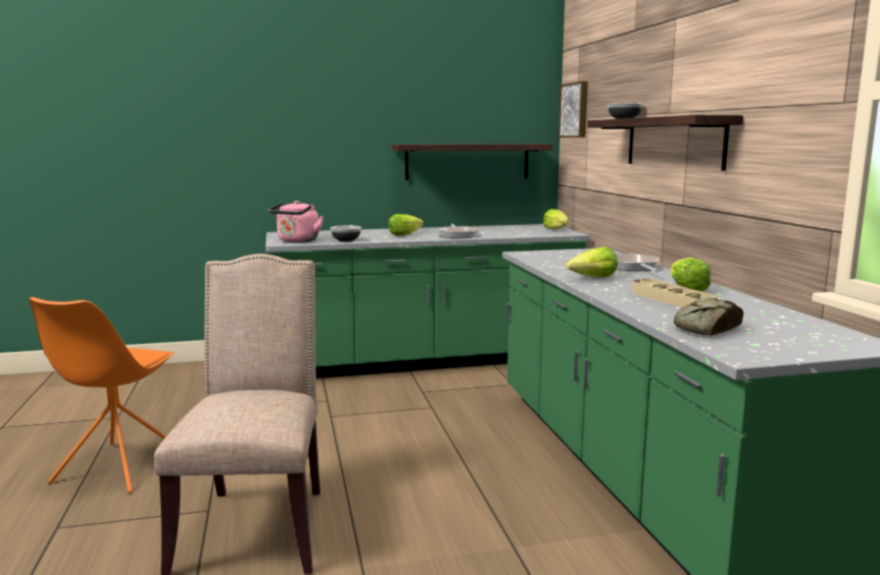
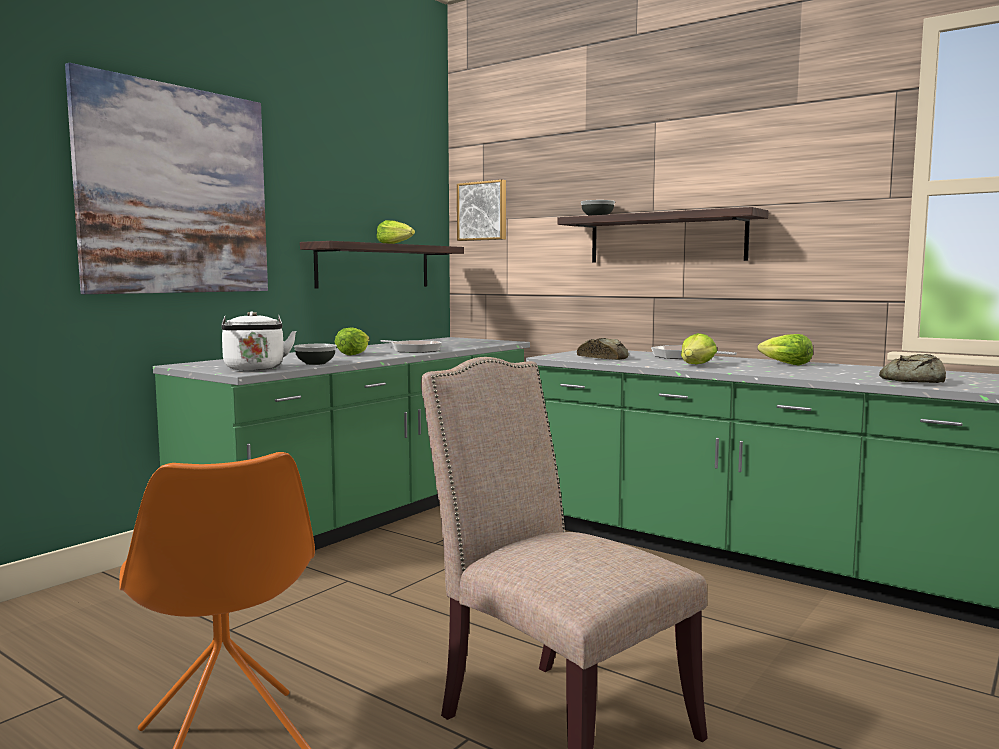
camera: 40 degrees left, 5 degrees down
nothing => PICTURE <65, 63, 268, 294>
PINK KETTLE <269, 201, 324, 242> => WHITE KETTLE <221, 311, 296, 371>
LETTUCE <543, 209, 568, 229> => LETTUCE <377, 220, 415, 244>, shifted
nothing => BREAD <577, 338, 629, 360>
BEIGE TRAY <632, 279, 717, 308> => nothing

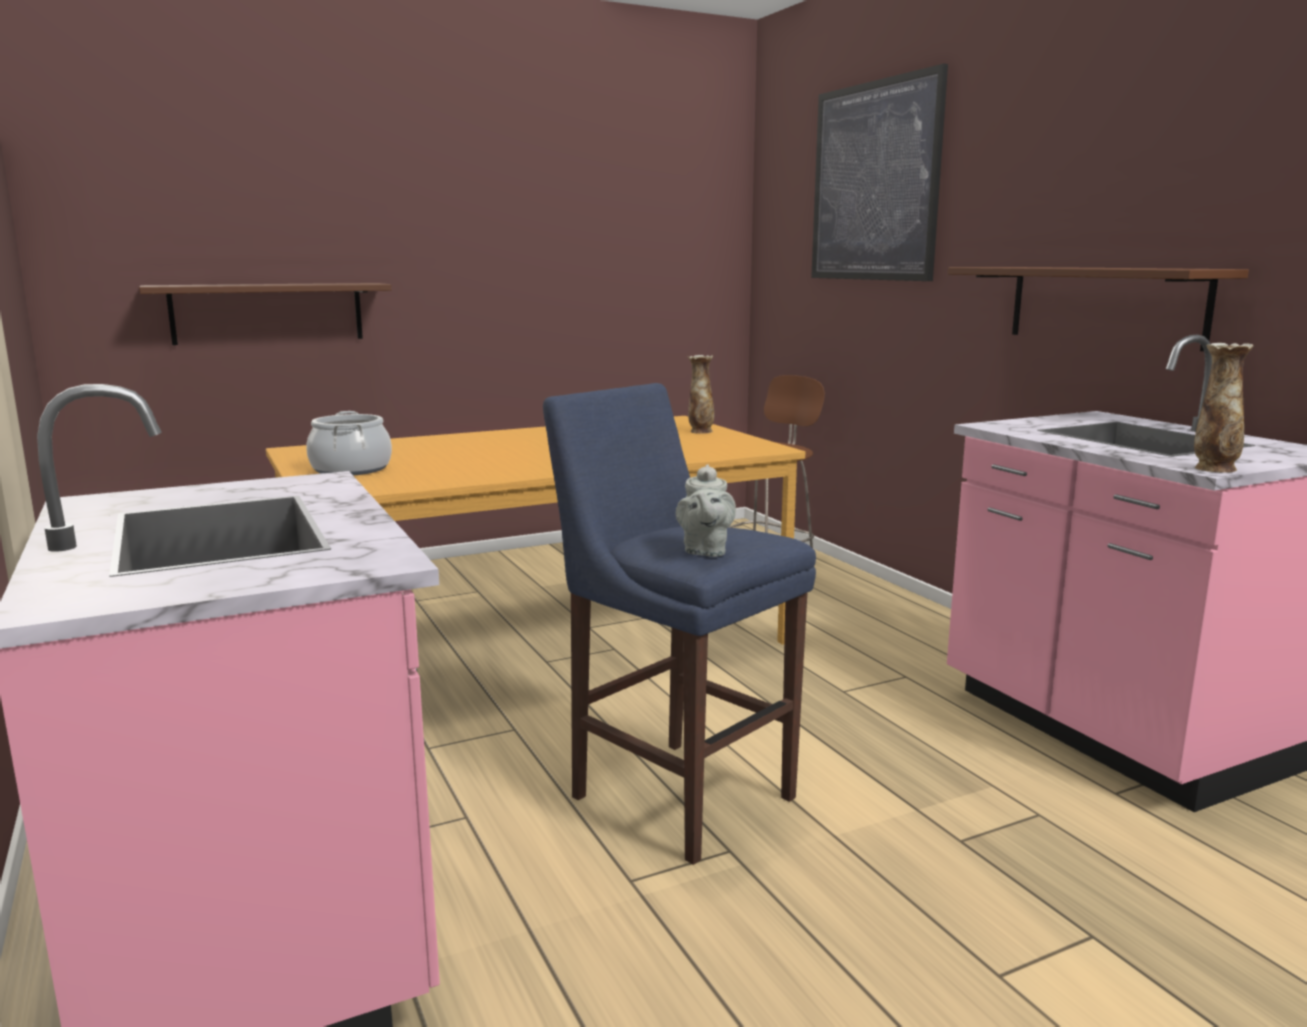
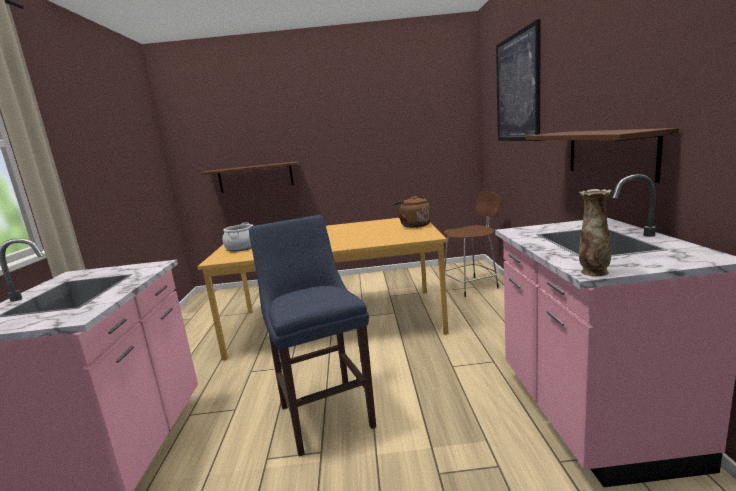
camera: 25 degrees right, 0 degrees up
VASE <688, 355, 714, 434> => BROWN KETTLE <393, 196, 431, 228>
GREY TEAPOT <676, 465, 736, 557> => nothing

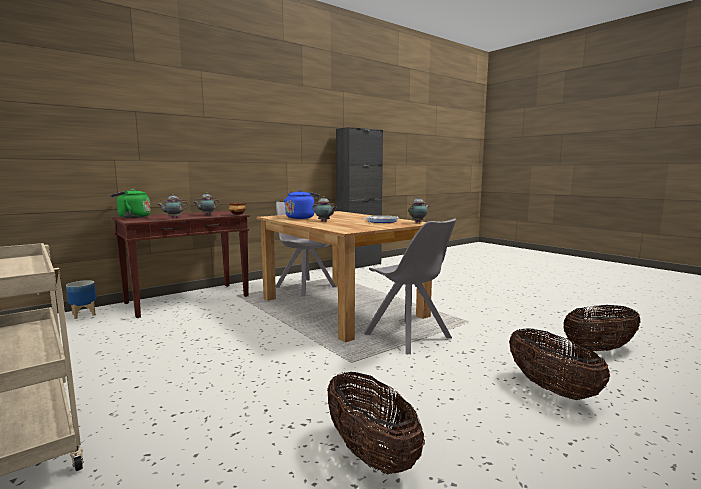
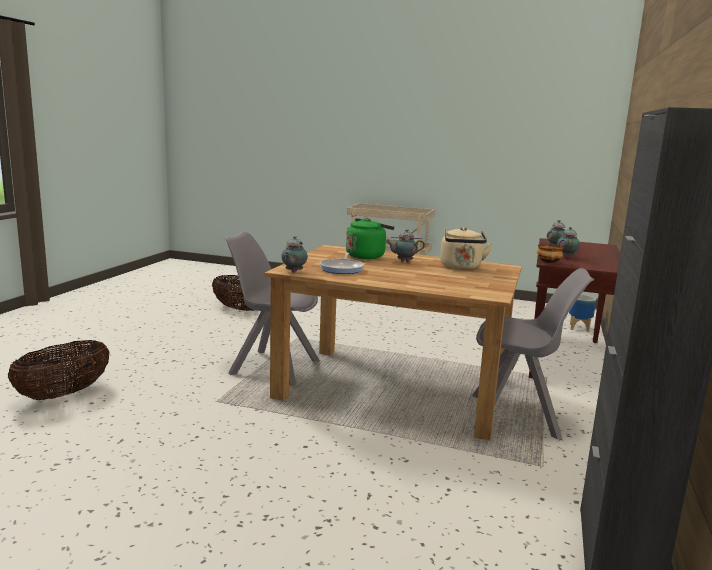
camera: 145 degrees right, 5 degrees up
GREEN KETTLE <110, 188, 151, 218> => GREEN KETTLE <346, 218, 394, 259>, shifted
BLUE KETTLE <284, 190, 320, 219> => BEIGE KETTLE <440, 227, 493, 270>
BASKET <509, 328, 610, 400> => nothing

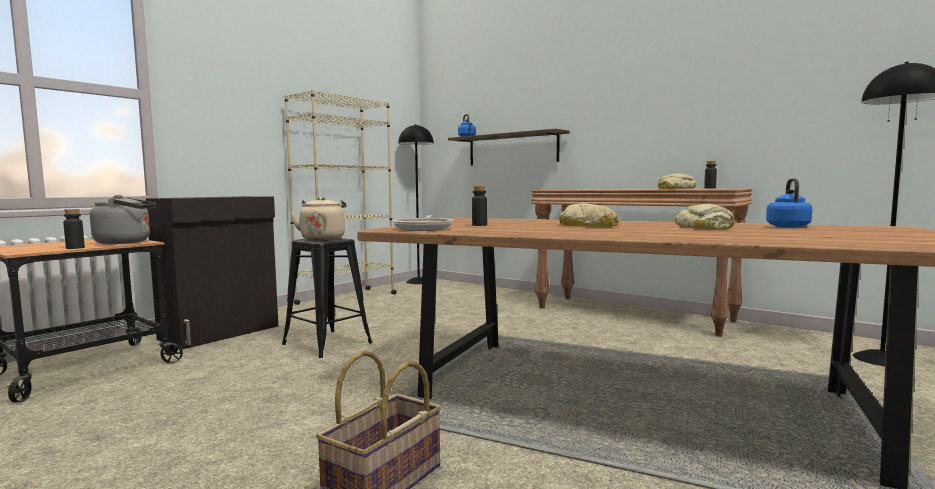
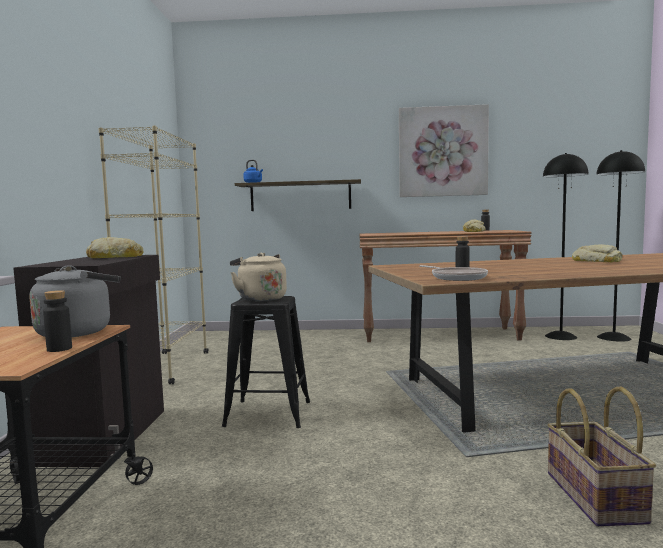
camera: 35 degrees left, 0 degrees up
BREAD <559, 203, 619, 227> => BREAD <86, 237, 143, 258>, shifted
nothing => PICTURE <399, 104, 489, 197>
BLACK FLOOR LAMP <398, 124, 434, 284> => BLACK FLOOR LAMP <543, 153, 588, 340>, shifted
BLUE KETTLE <766, 178, 812, 228> => nothing

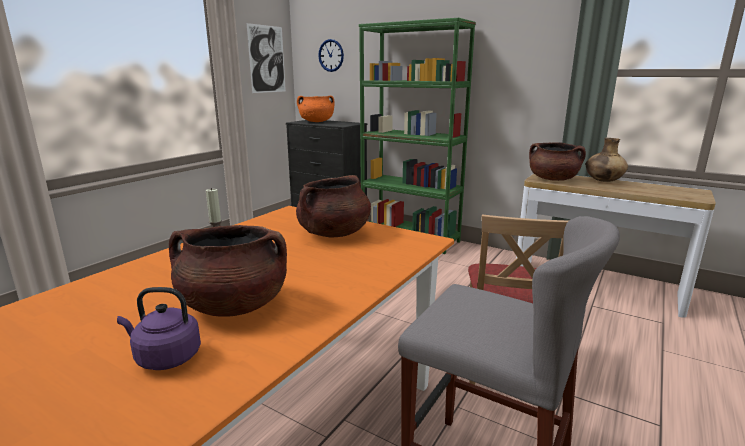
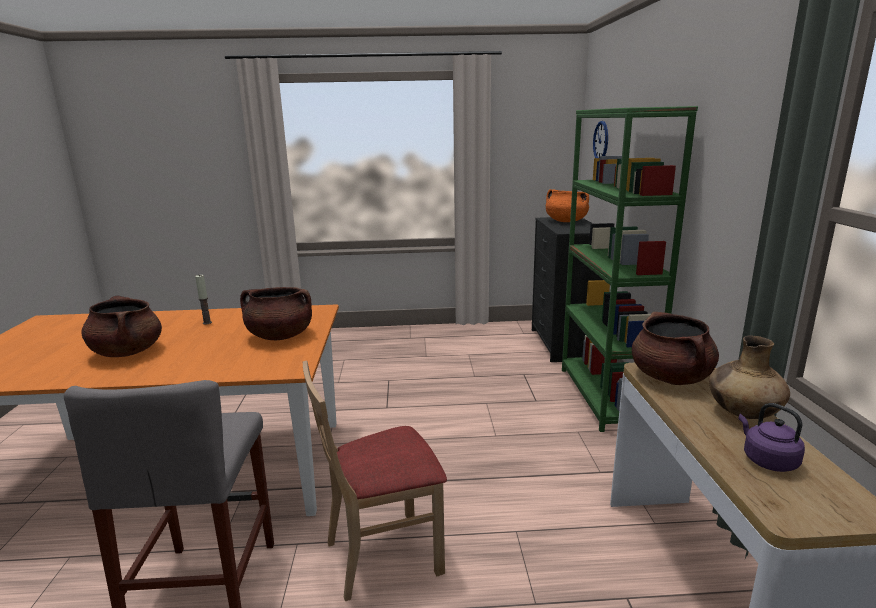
camera: 55 degrees right, 0 degrees up
PURPLE KETTLE <117, 287, 201, 370> => PURPLE KETTLE <739, 403, 805, 472>, shifted
PICTURE <247, 23, 286, 93> => nothing

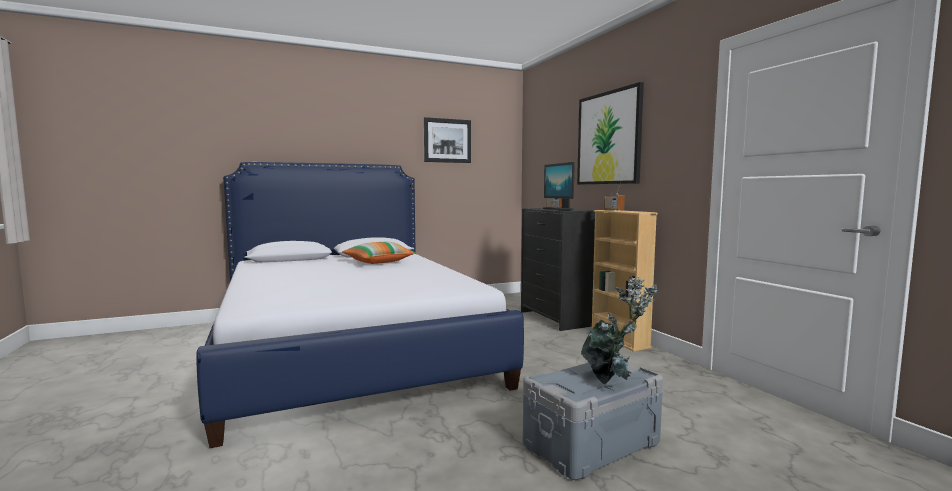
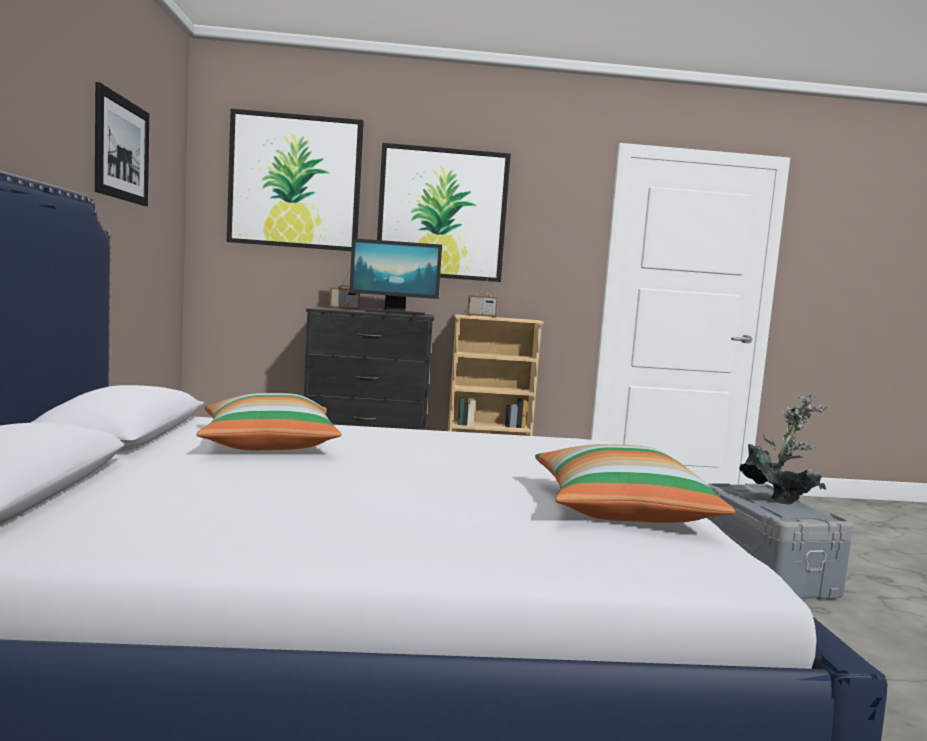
camera: 70 degrees left, 0 degrees up
nothing => PICTURE <227, 109, 364, 251>
nothing => PILLOW <535, 444, 735, 523>

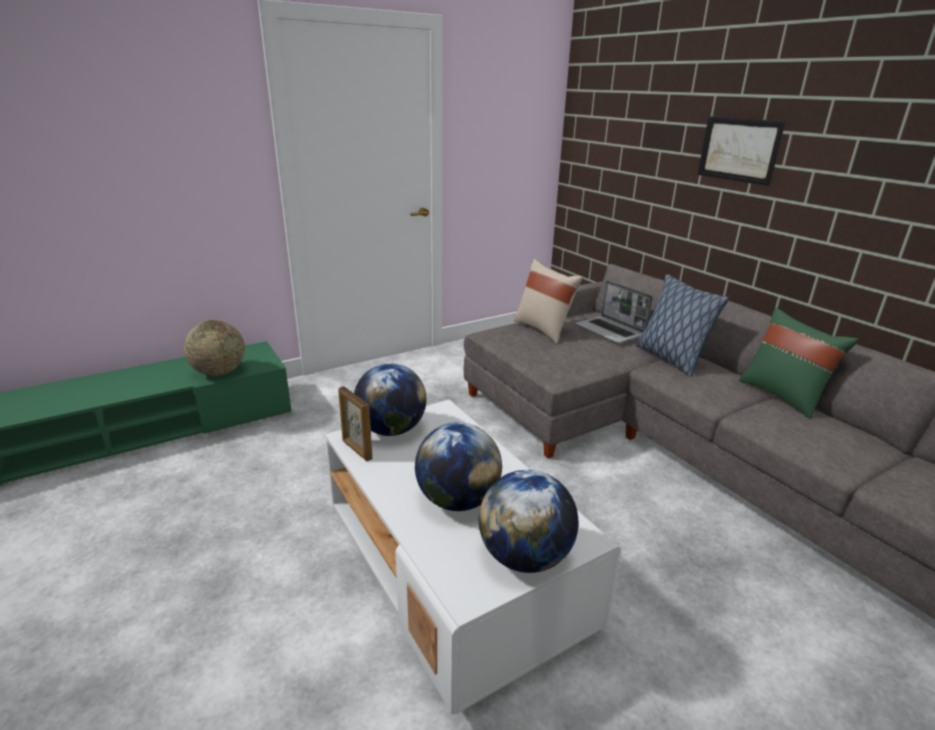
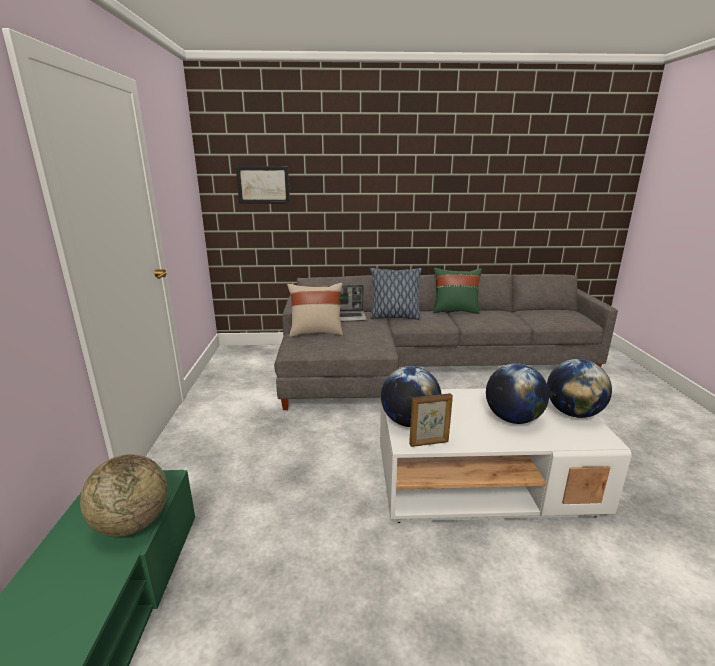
camera: 60 degrees left, 5 degrees down
PICTURE <698, 116, 786, 186> => PICTURE <236, 166, 290, 204>, shifted

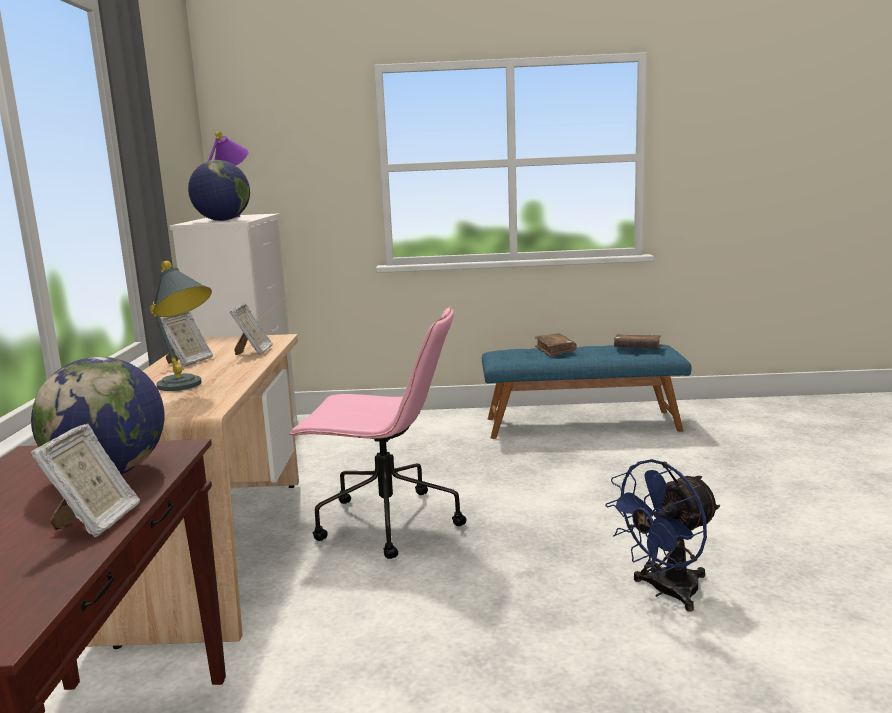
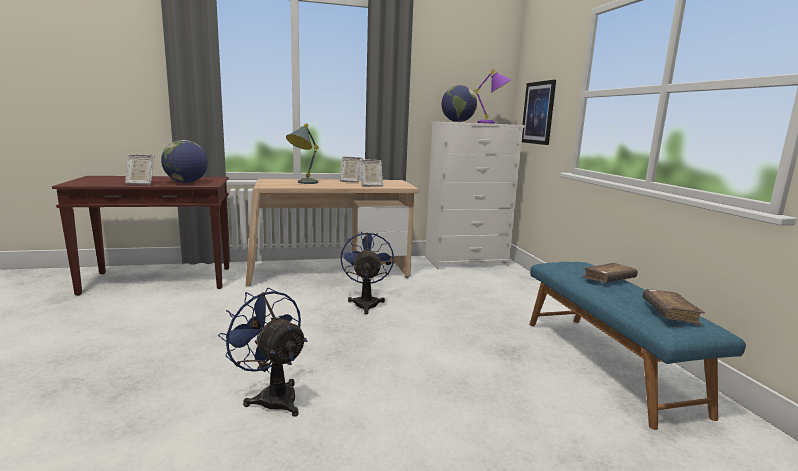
camera: 75 degrees right, 0 degrees up
PINK OFFICE CHAIR <289, 306, 466, 559> => BLUE FAN <341, 231, 394, 314>
nothing => PICTURE <522, 80, 556, 145>

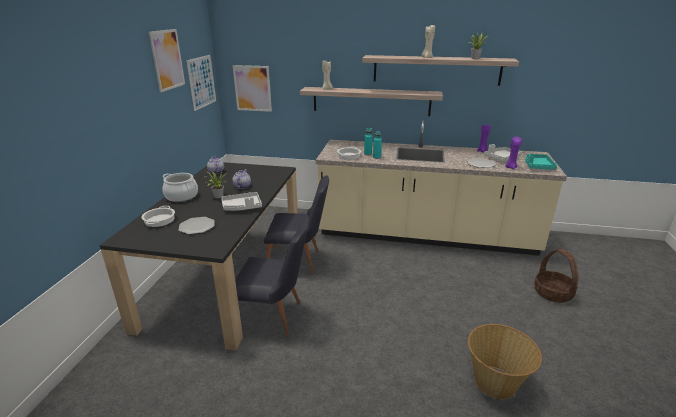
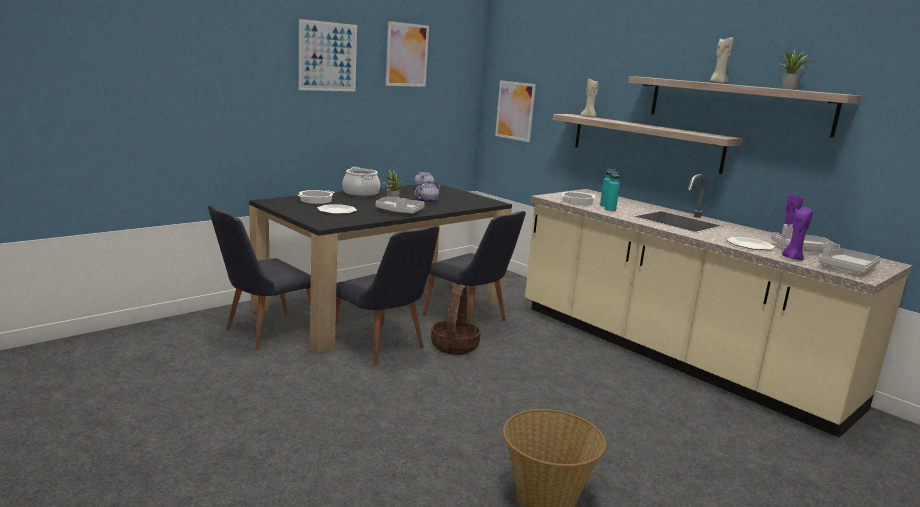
camera: 35 degrees right, 10 degrees down
nothing => BLACK CHAIR <208, 206, 311, 350>
PICTURE <186, 55, 216, 111> => PICTURE <299, 19, 357, 91>, shifted
BASKET <534, 249, 578, 303> => BASKET <431, 284, 481, 355>, shifted
TURQUOISE TRAY <525, 154, 557, 169> => GREY TRAY <818, 242, 880, 273>

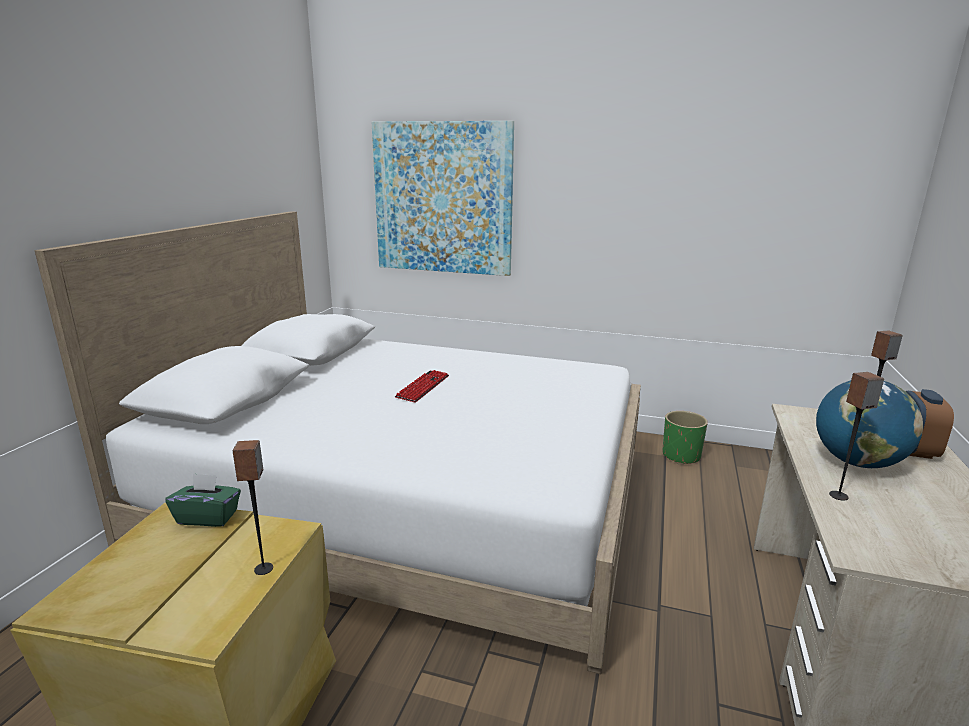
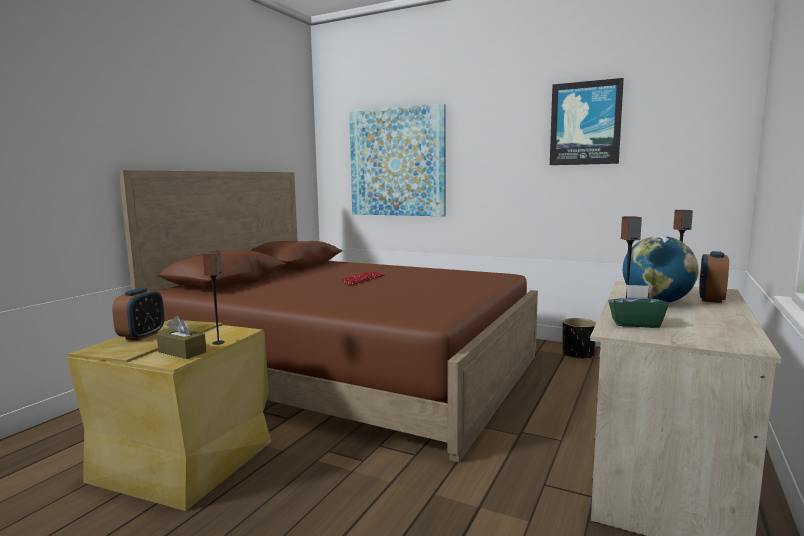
camera: 10 degrees right, 10 degrees down
nothing => ALARM CLOCK <112, 288, 164, 340>
WHITE BED <34, 211, 641, 674> => BROWN BED <118, 170, 538, 463>
nothing => BROWN TISSUE BOX <157, 316, 206, 359>
nothing => PICTURE <550, 78, 624, 165>
GREEN PLANTER <662, 411, 708, 464> => BLACK PLANTER <562, 318, 596, 359>
GREEN TISSUE BOX <165, 473, 241, 527> => GREEN TISSUE BOX <608, 285, 668, 328>, shifted

